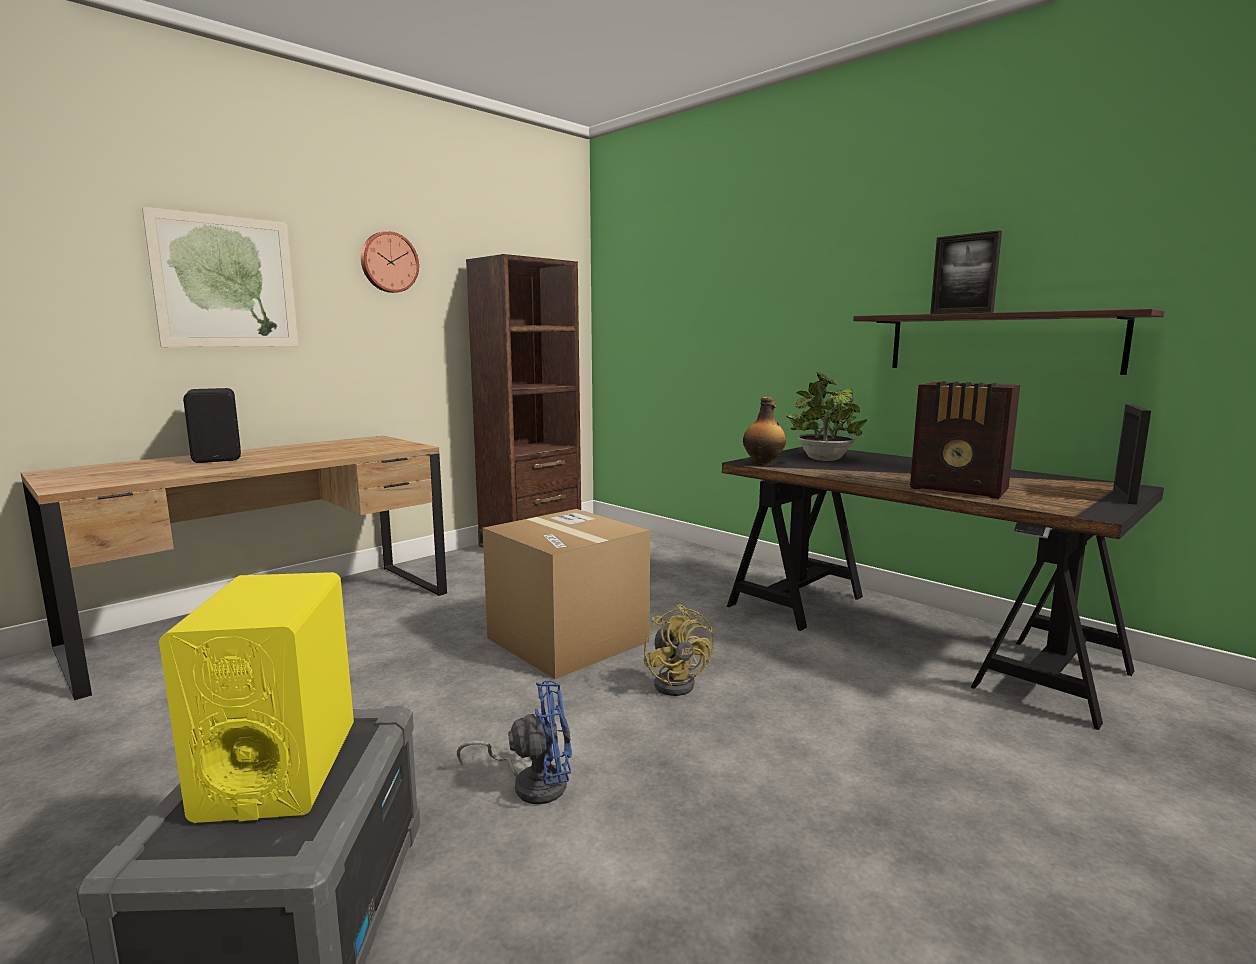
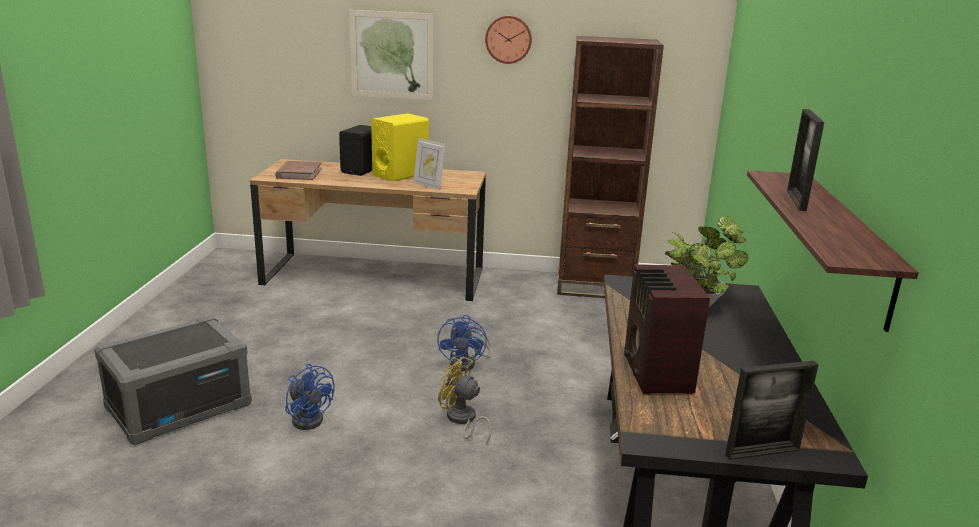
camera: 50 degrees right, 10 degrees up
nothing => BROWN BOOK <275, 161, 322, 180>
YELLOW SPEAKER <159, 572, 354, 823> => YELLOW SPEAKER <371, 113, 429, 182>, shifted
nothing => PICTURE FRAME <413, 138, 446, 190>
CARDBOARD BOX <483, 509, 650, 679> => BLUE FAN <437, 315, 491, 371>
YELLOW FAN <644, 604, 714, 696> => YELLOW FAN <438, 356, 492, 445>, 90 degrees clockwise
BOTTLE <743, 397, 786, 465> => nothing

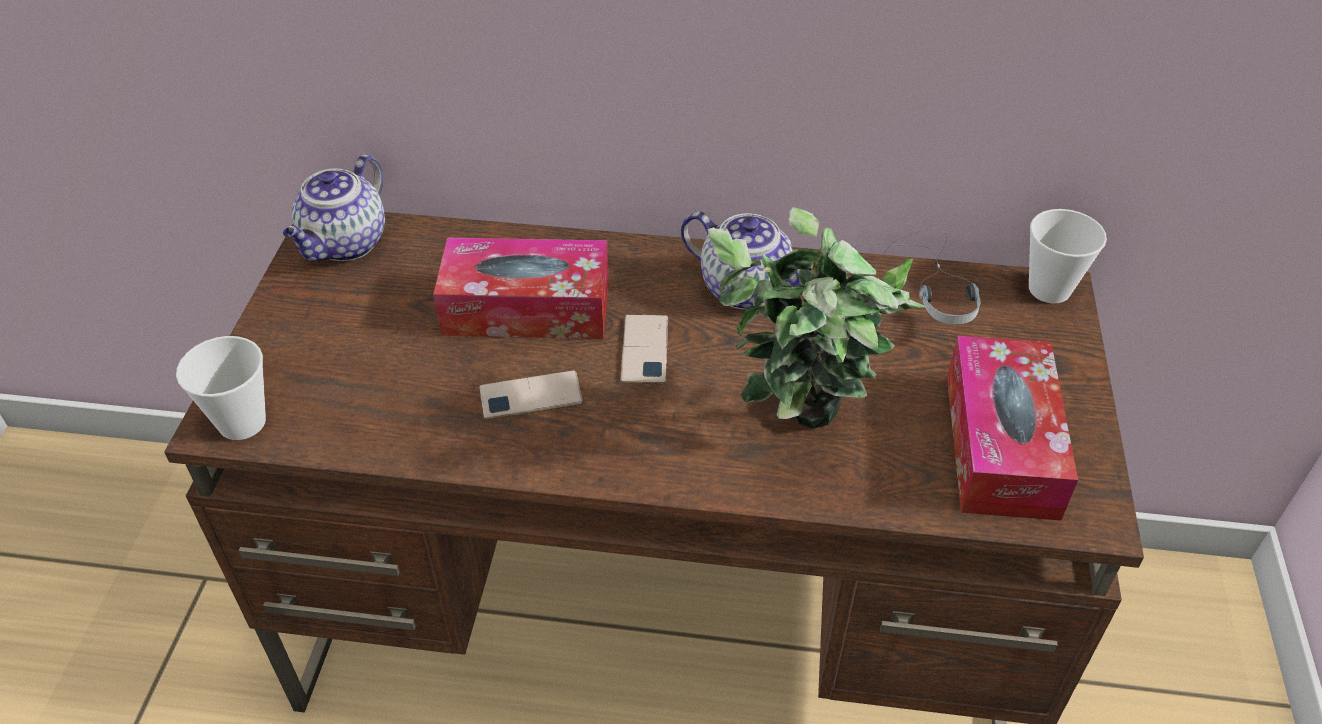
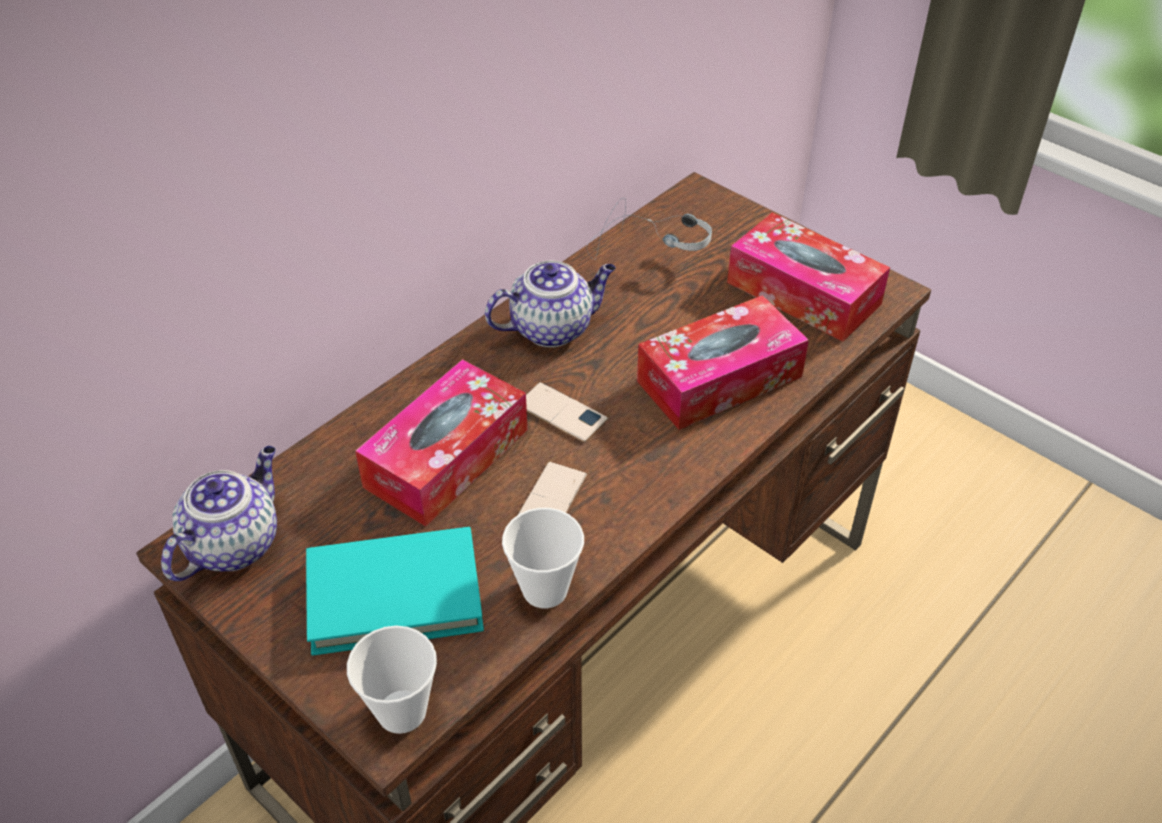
camera: 55 degrees left, 0 degrees up
TEAPOT <283, 155, 385, 262> => TEAPOT <161, 446, 277, 581>, 120 degrees counterclockwise
nothing => TURQUOISE BOOK <306, 527, 484, 655>
CUP <1029, 209, 1107, 304> => CUP <502, 508, 584, 608>, shifted
POTTED PLANT <707, 207, 926, 429> => TISSUE BOX <637, 295, 809, 430>

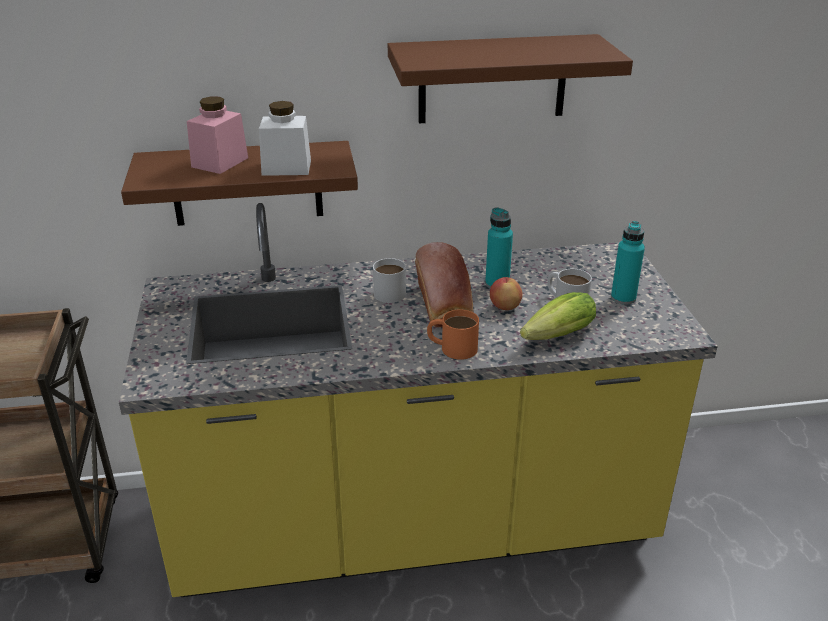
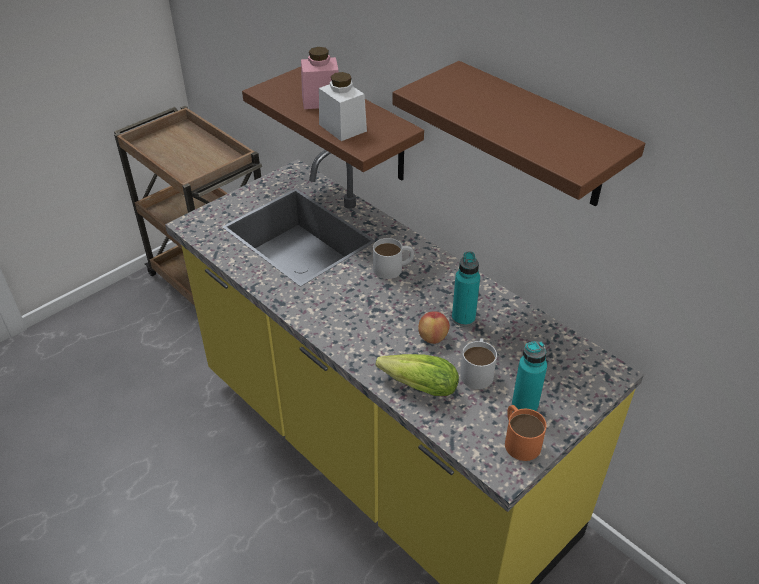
camera: 55 degrees right, 10 degrees up
ORANGE MUG <427, 309, 479, 360> => ORANGE MUG <505, 405, 547, 461>, shifted
BREAD <415, 242, 474, 327> => nothing

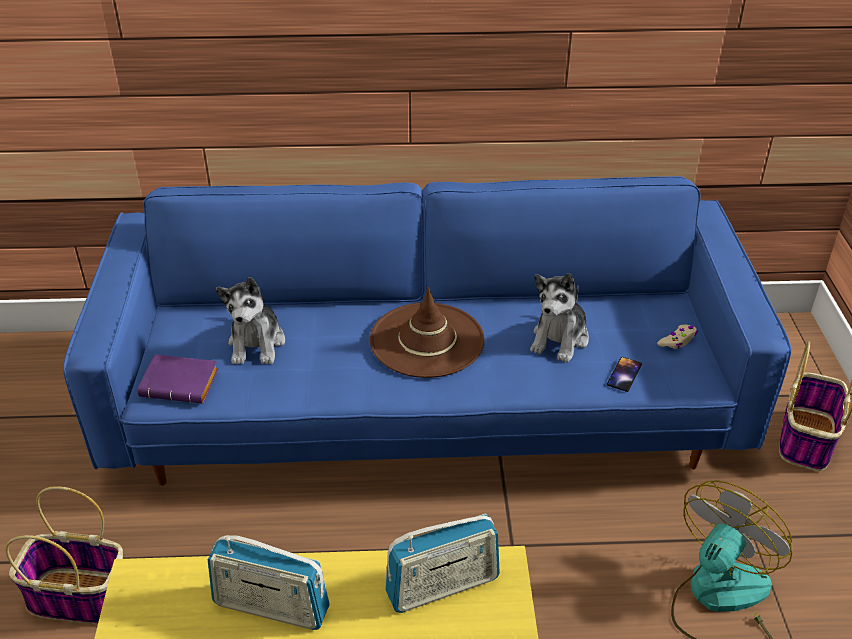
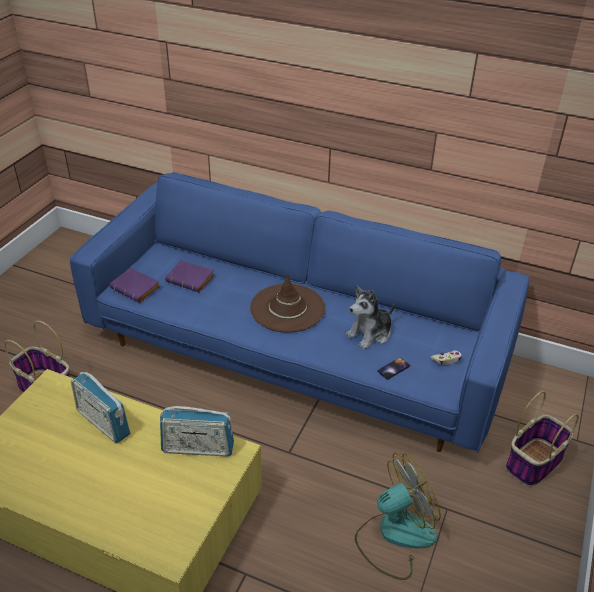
camera: 25 degrees right, 0 degrees up
PLUSH TOY <216, 277, 285, 364> => PURPLE BOOK <165, 260, 215, 293>

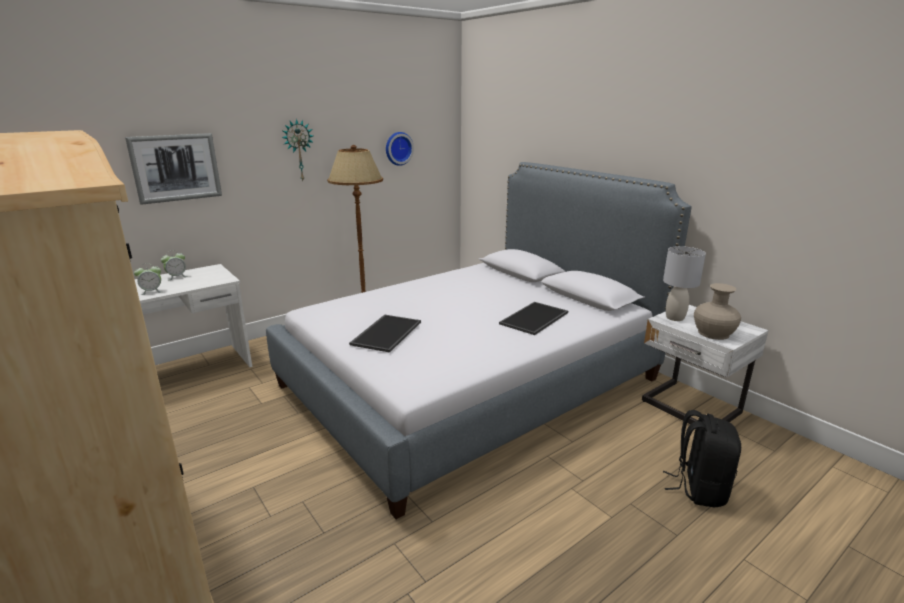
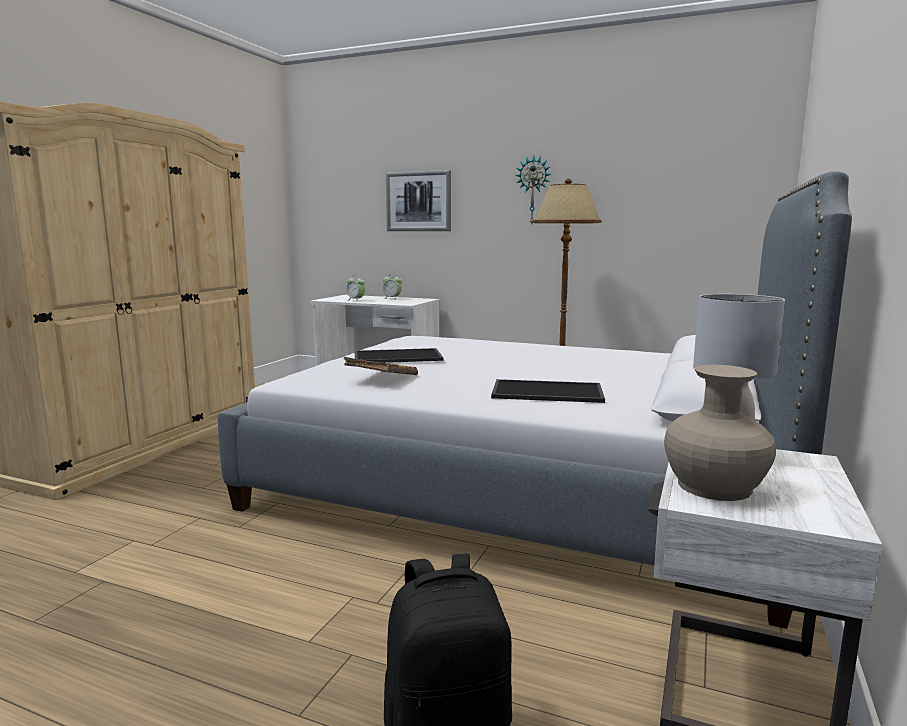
camera: 60 degrees right, 10 degrees down
nothing => BROWN BOOK <344, 357, 418, 375>
WALL CLOCK <386, 132, 414, 166> => nothing

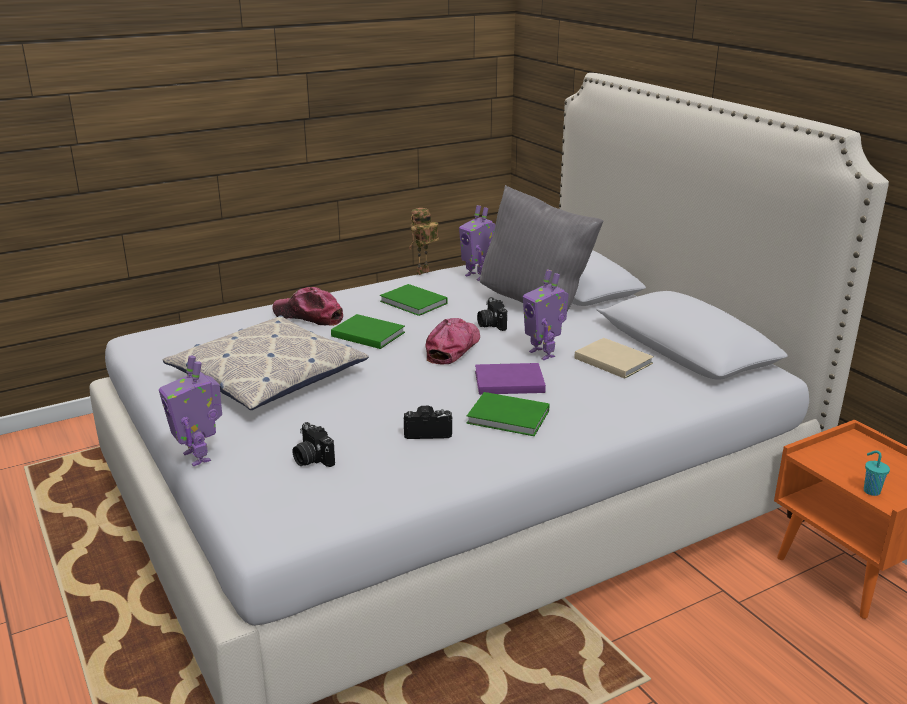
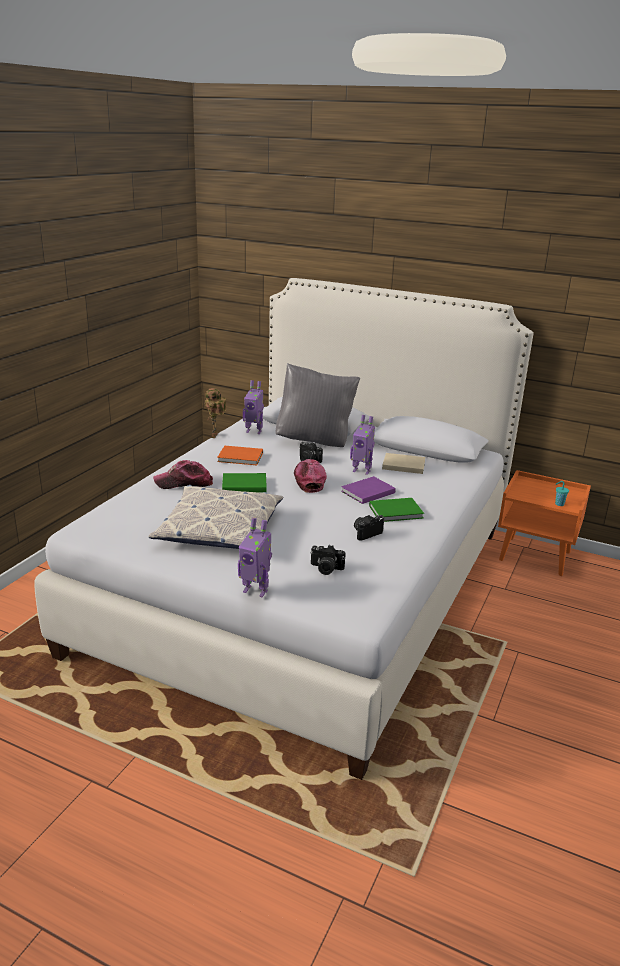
camera: 35 degrees left, 0 degrees up
GREEN BOOK <380, 284, 448, 316> => ORANGE BOOK <217, 446, 263, 465>

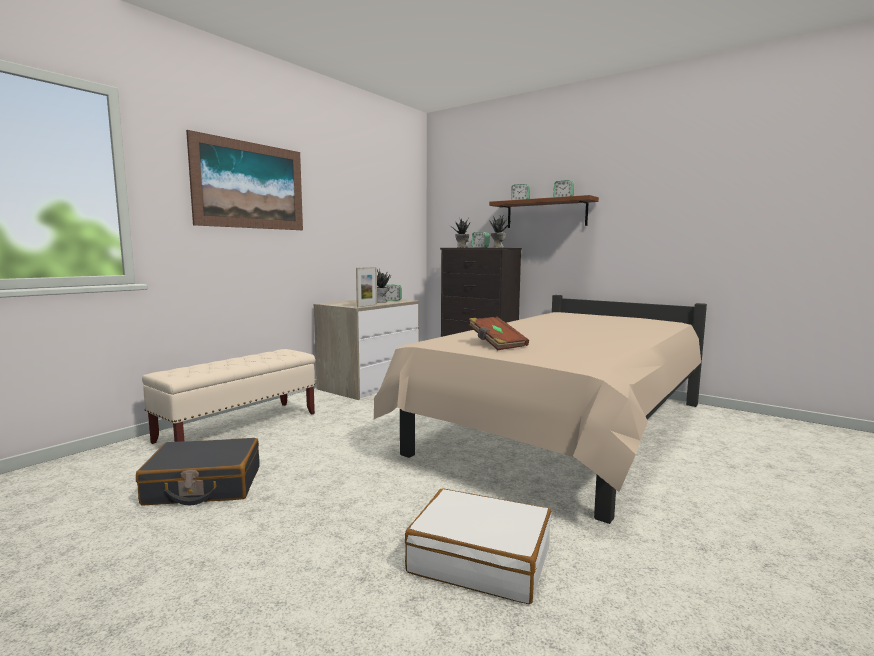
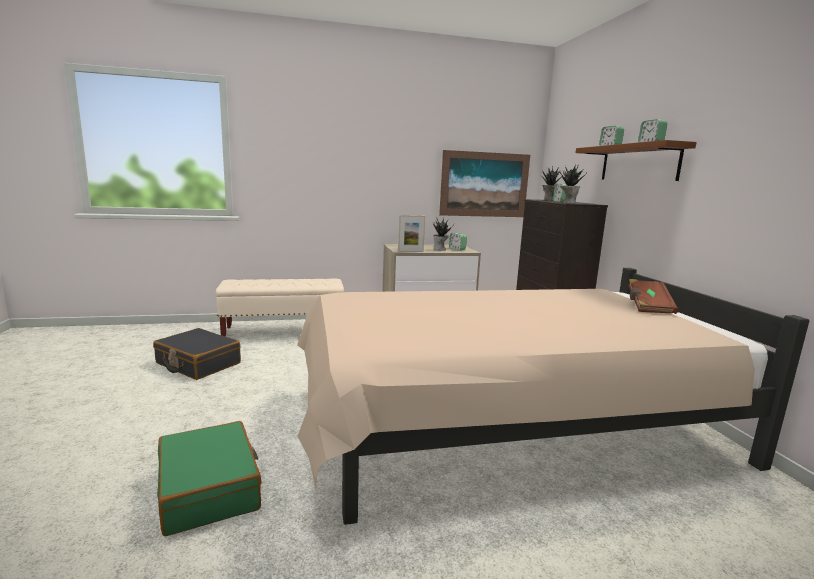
camera: 40 degrees right, 5 degrees up
WHITE SUITCASE <405, 488, 551, 604> => GREEN SUITCASE <157, 421, 262, 536>
PICTURE <186, 130, 303, 230> => PICTURE <439, 150, 530, 217>, shifted
BROWN BOOK <468, 317, 529, 350> => BROWN BOOK <628, 279, 678, 314>, shifted

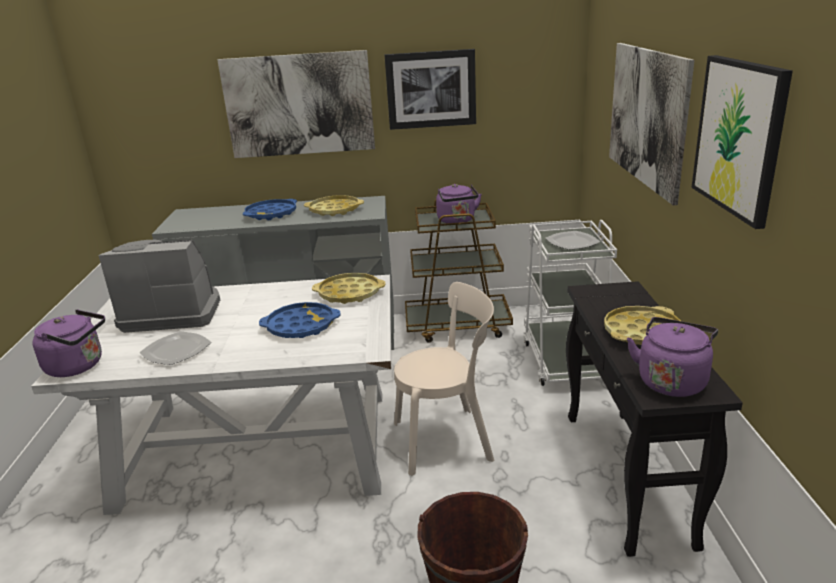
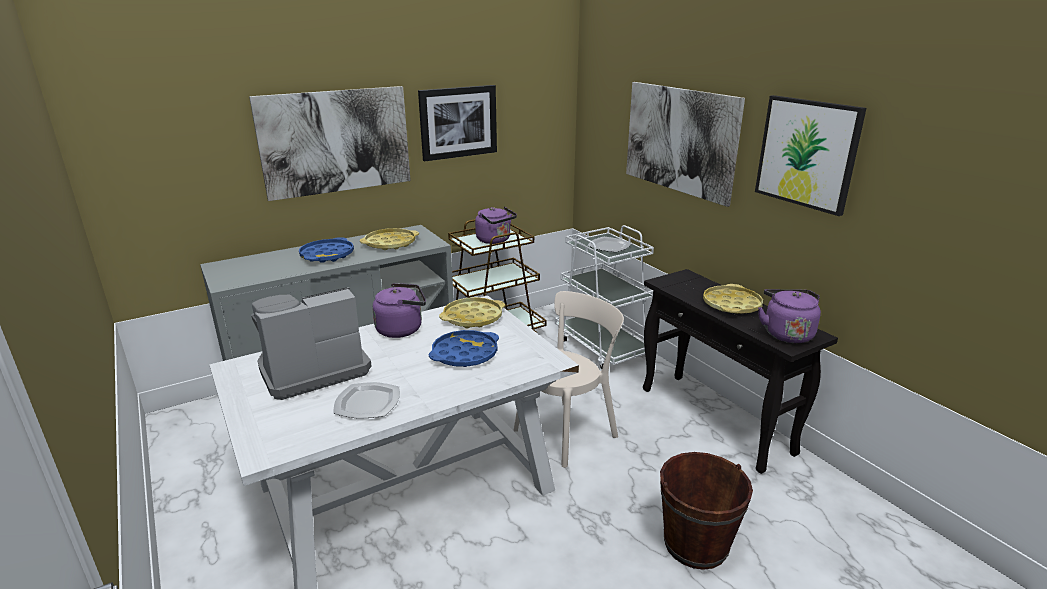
camera: 30 degrees left, 0 degrees up
PURPLE KETTLE <32, 309, 105, 377> => PURPLE KETTLE <372, 283, 426, 338>, shifted

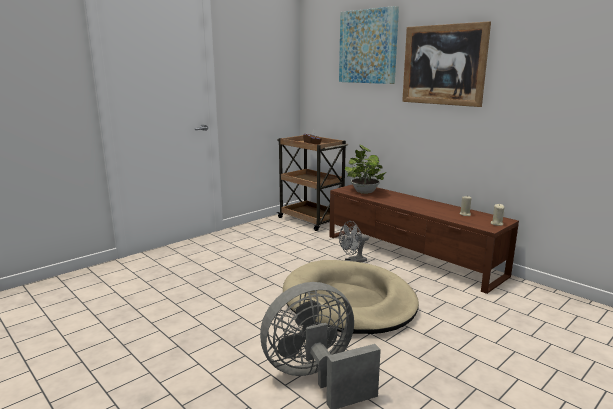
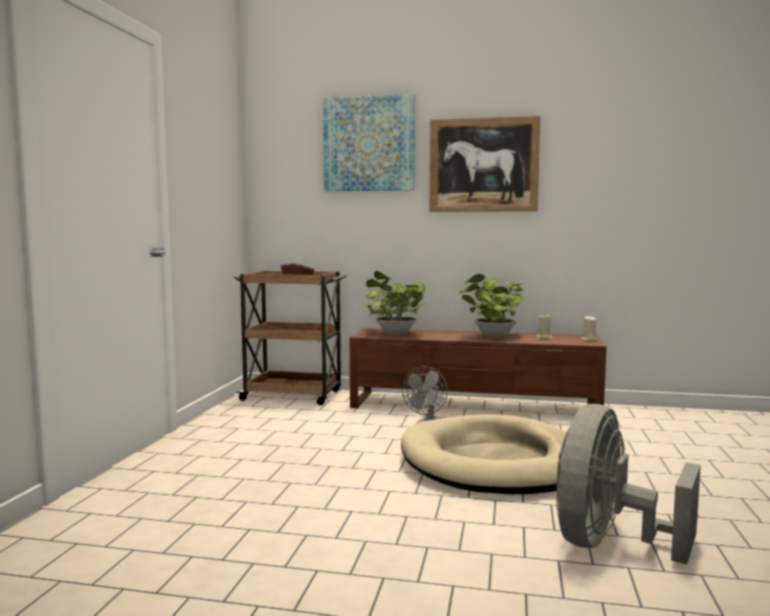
camera: 35 degrees left, 10 degrees down
nothing => POTTED PLANT <459, 274, 524, 338>

